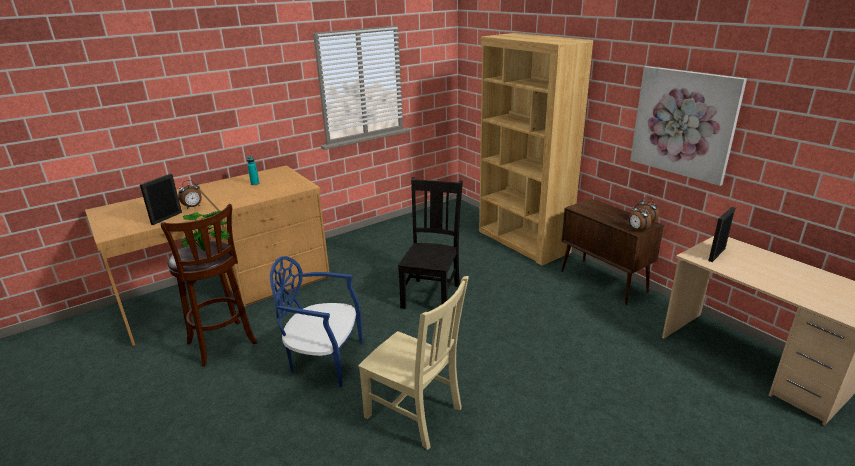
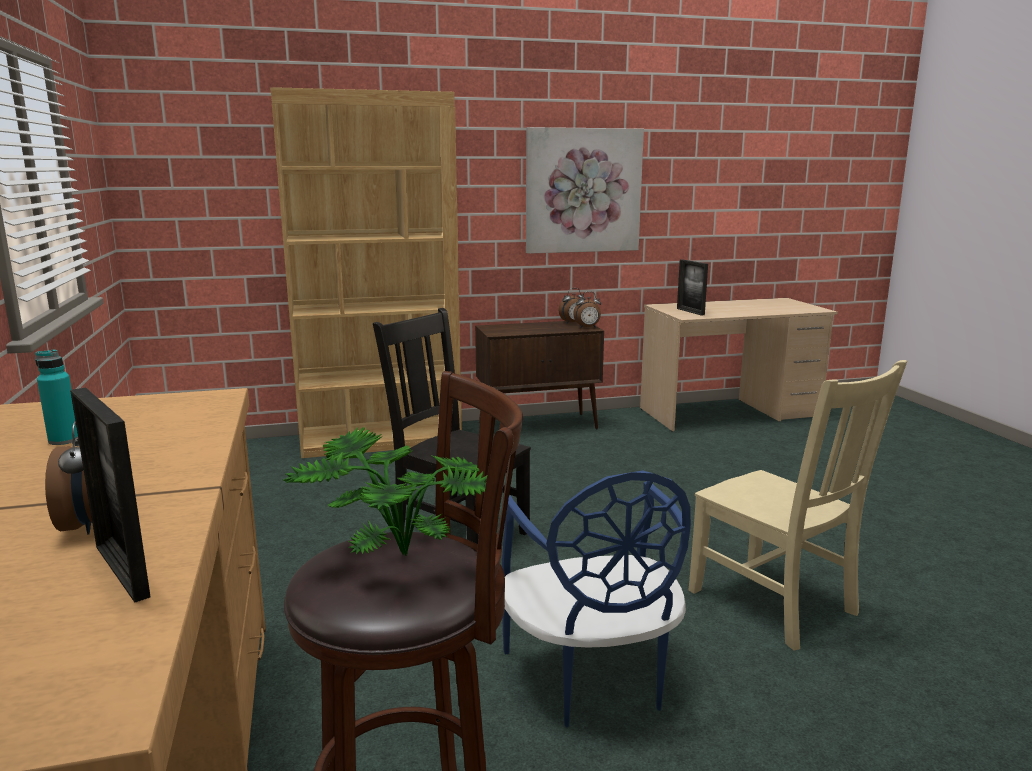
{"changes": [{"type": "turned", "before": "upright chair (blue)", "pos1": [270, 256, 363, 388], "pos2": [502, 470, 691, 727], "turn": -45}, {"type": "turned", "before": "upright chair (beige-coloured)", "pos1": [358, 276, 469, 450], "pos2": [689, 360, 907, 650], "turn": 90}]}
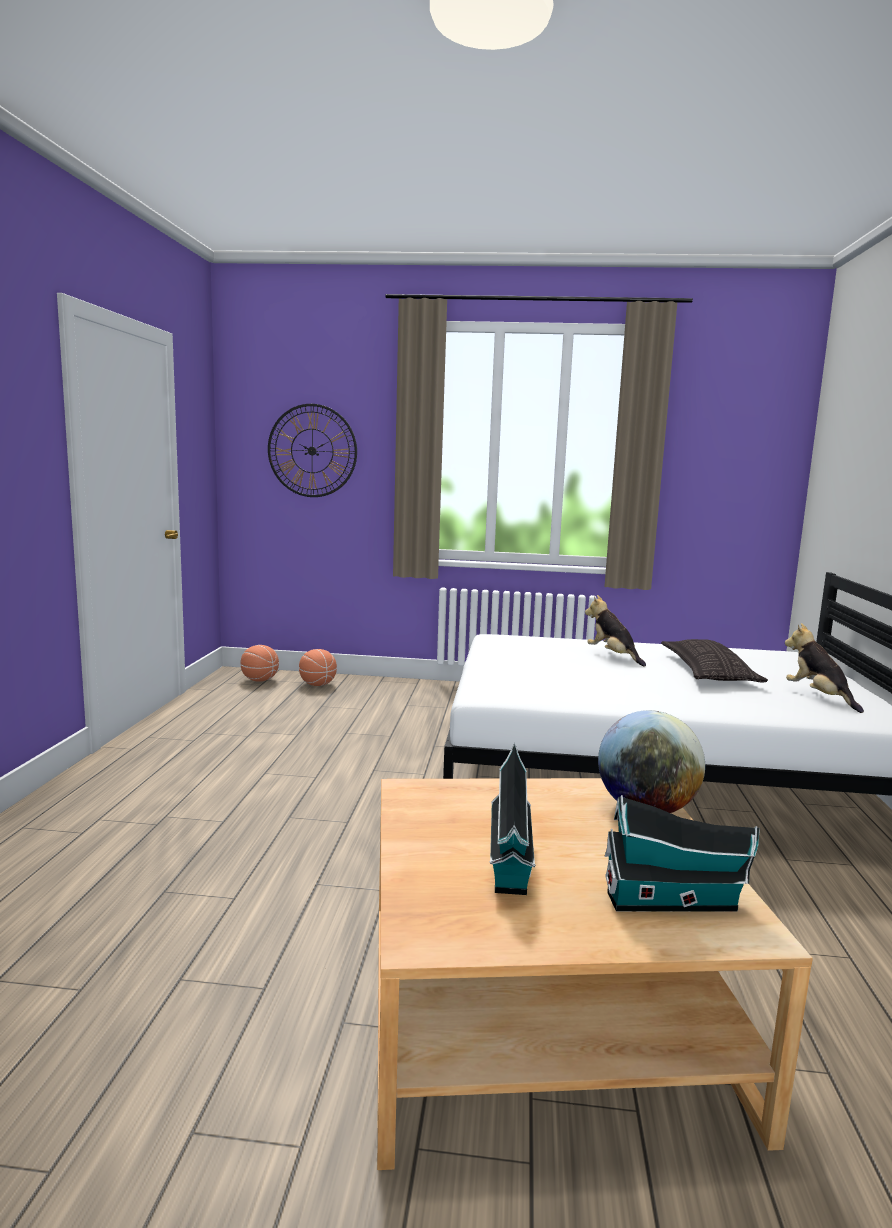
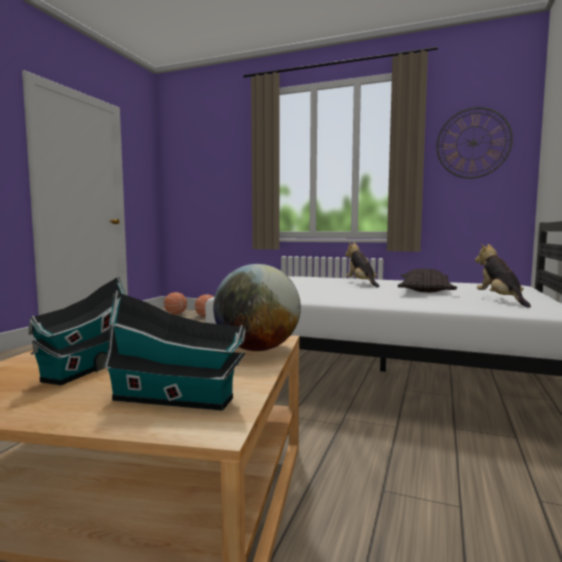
{"changes": [{"type": "moved", "before": "wall clock", "pos1": [268, 404, 357, 497], "pos2": [437, 107, 513, 179]}]}
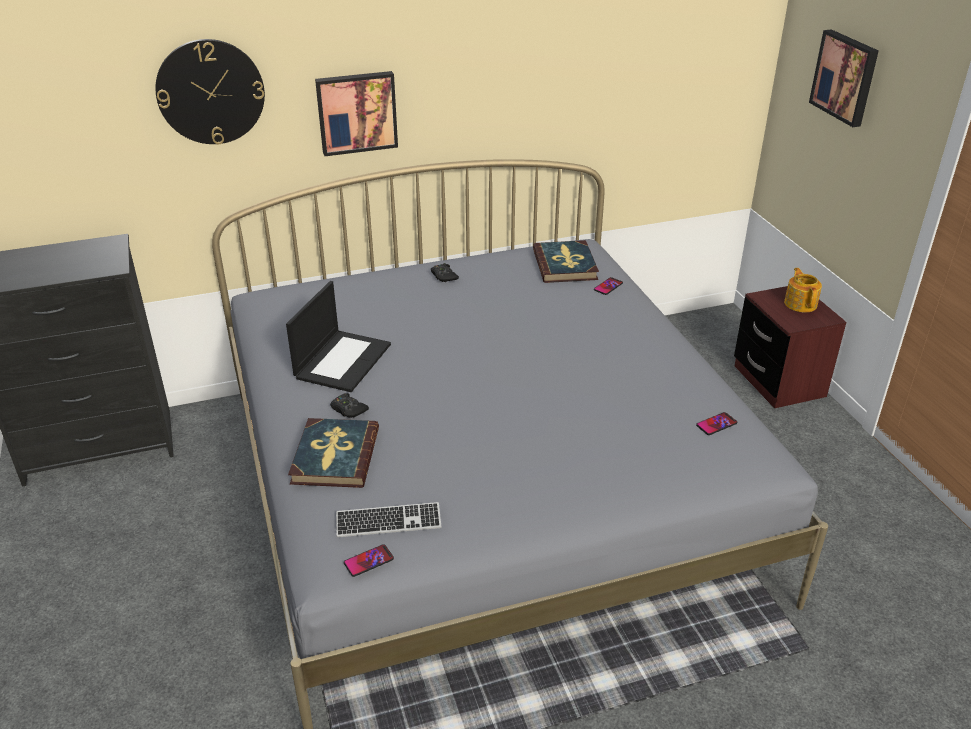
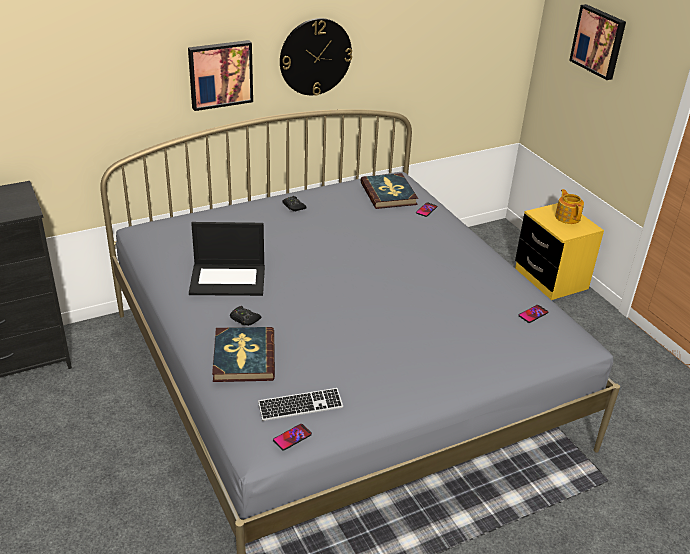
{"changes": [{"type": "moved", "before": "wall clock", "pos1": [155, 39, 265, 144], "pos2": [280, 18, 352, 95]}, {"type": "turned", "before": "portable computer", "pos1": [286, 281, 391, 392], "pos2": [189, 222, 265, 296], "turn": 75}, {"type": "recoloured", "before": "night table (brown)", "after": "night table (yellowish)", "pos1": [734, 286, 846, 408], "pos2": [515, 203, 604, 300]}]}
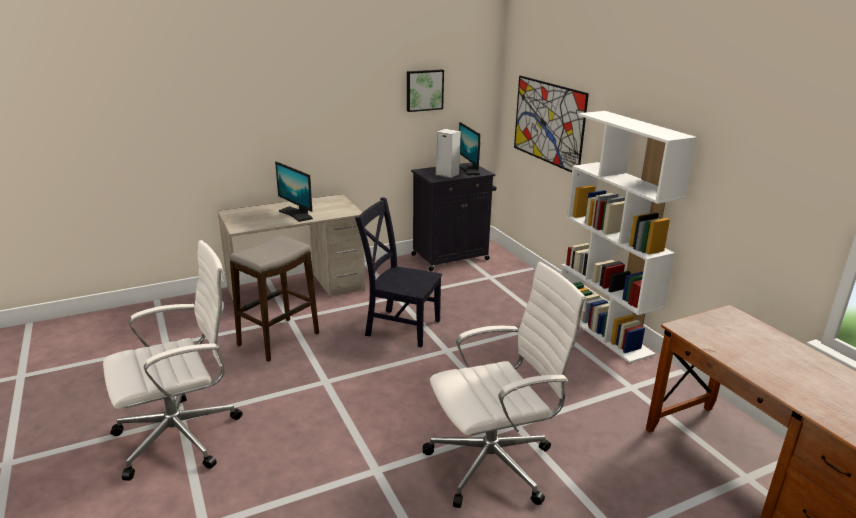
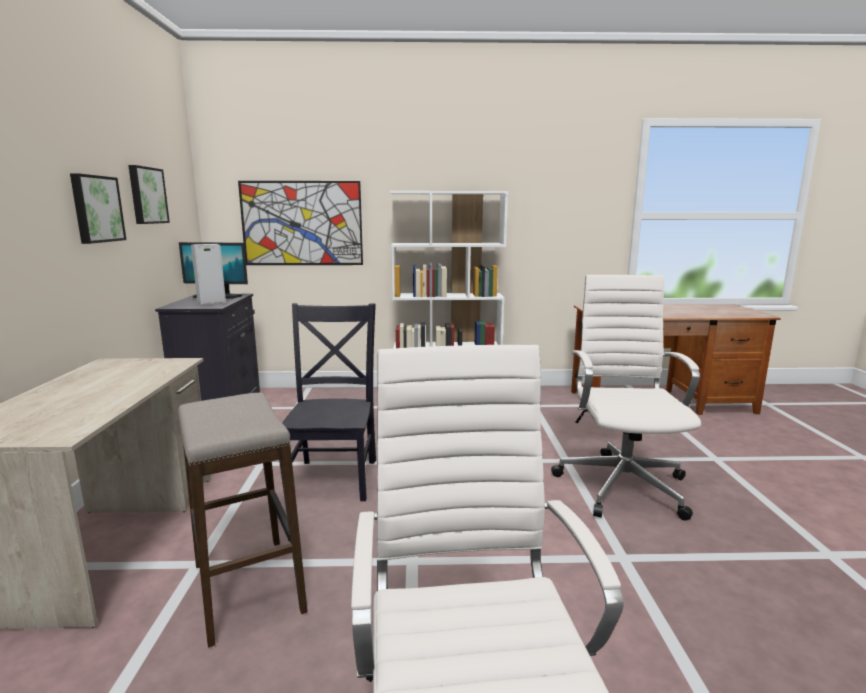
{"changes": [{"type": "removed", "before": "computer display", "pos1": [275, 161, 313, 222]}, {"type": "turned", "before": "upright chair (black-coloured)", "pos1": [355, 197, 442, 347], "pos2": [282, 303, 376, 501], "turn": 135}, {"type": "added", "after": "wall art", "pos2": [70, 173, 126, 244]}]}
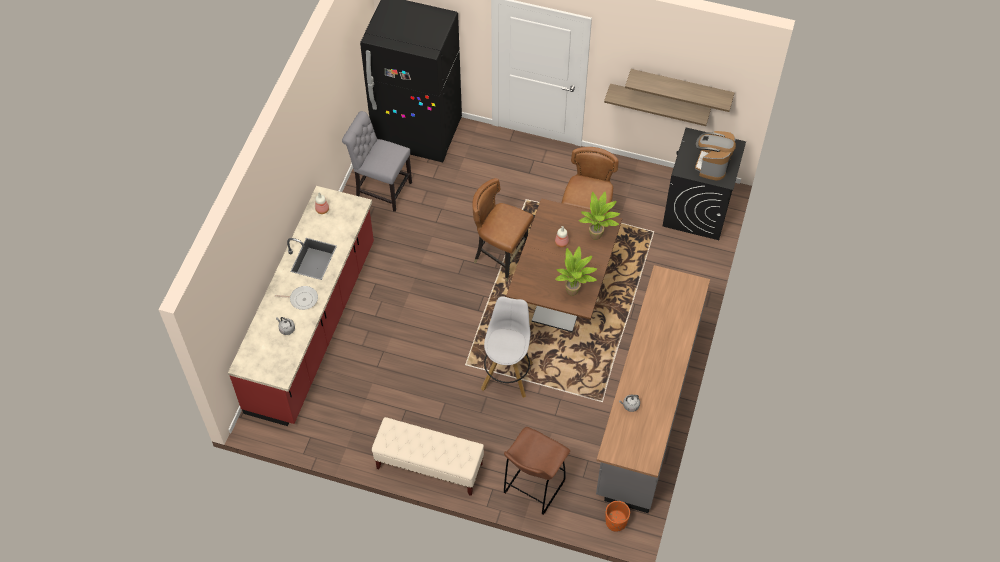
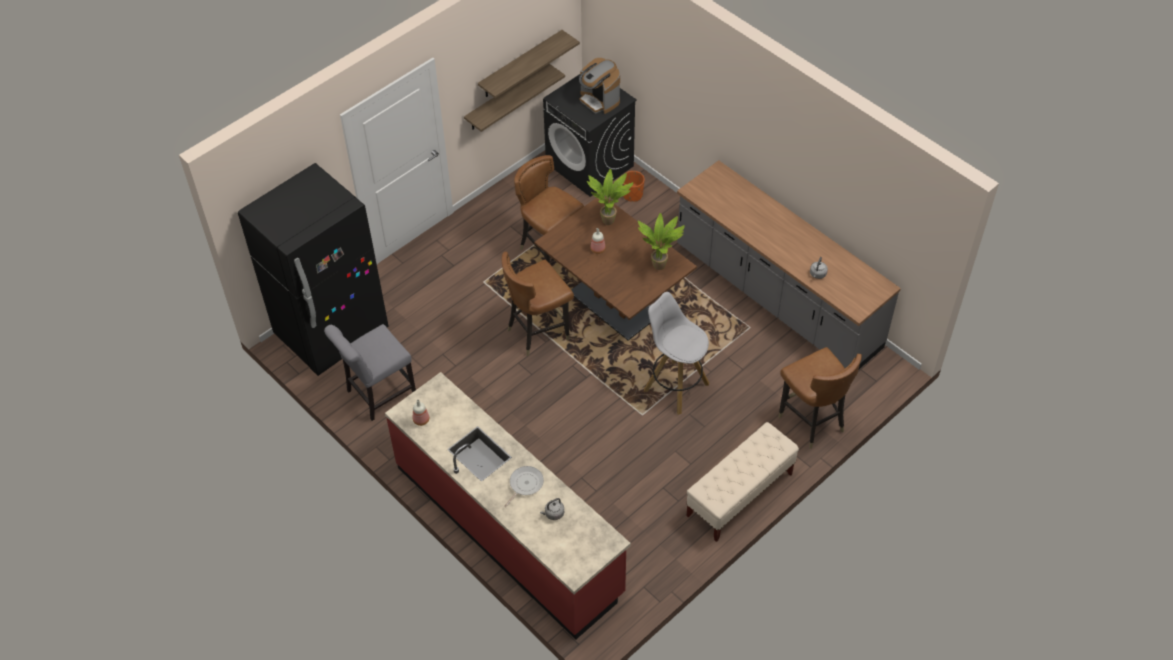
{"changes": [{"type": "replaced", "before": "stool seat (brown)", "after": "upright chair (brown)", "pos1": [504, 427, 570, 515], "pos2": [778, 347, 862, 449]}, {"type": "moved", "before": "flower pot (orange-coloured)", "pos1": [605, 501, 630, 531], "pos2": [623, 171, 645, 202]}]}
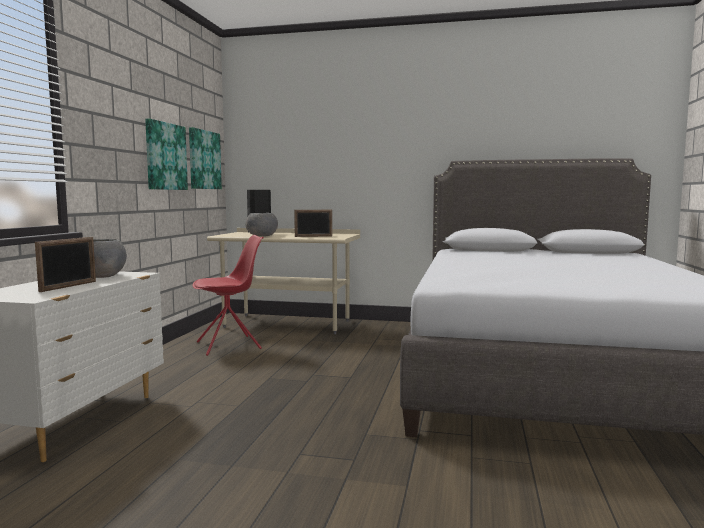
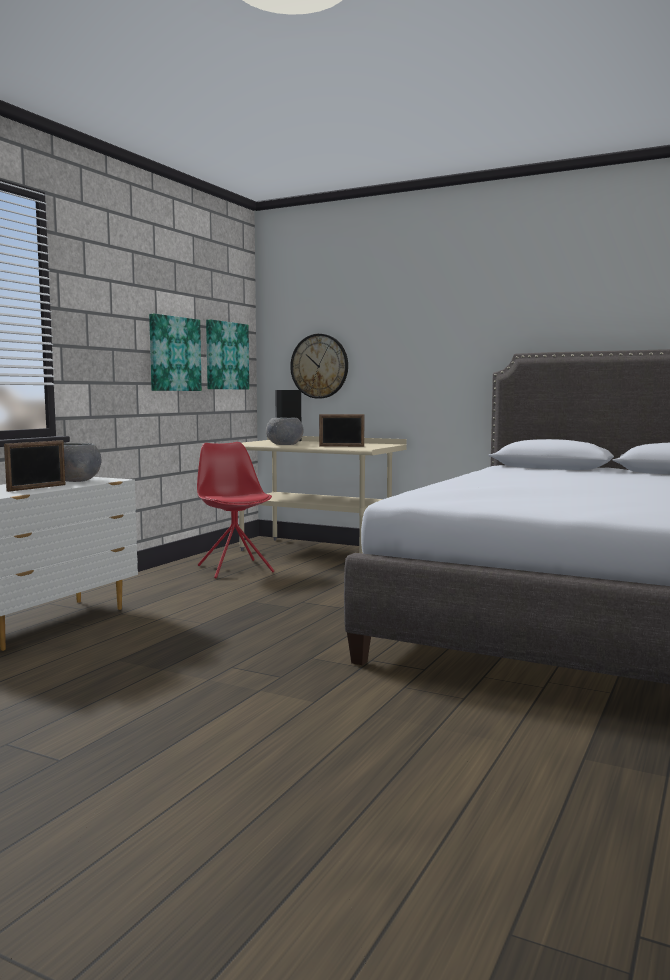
{"changes": [{"type": "turned", "before": "upright chair (red-coloured)", "pos1": [193, 235, 264, 356], "pos2": [197, 442, 274, 578], "turn": -105}, {"type": "added", "after": "wall clock", "pos2": [290, 334, 348, 399]}]}
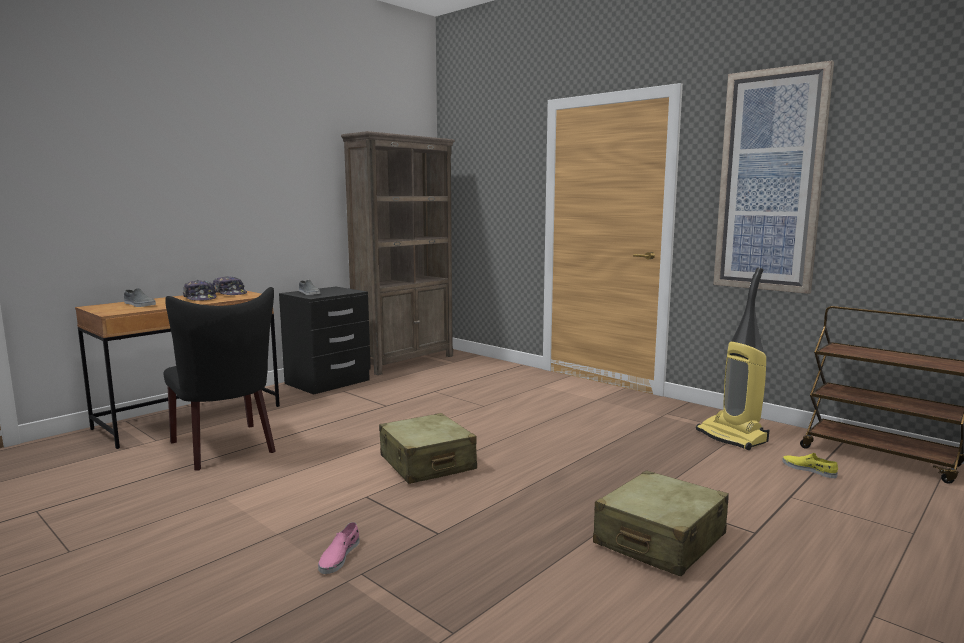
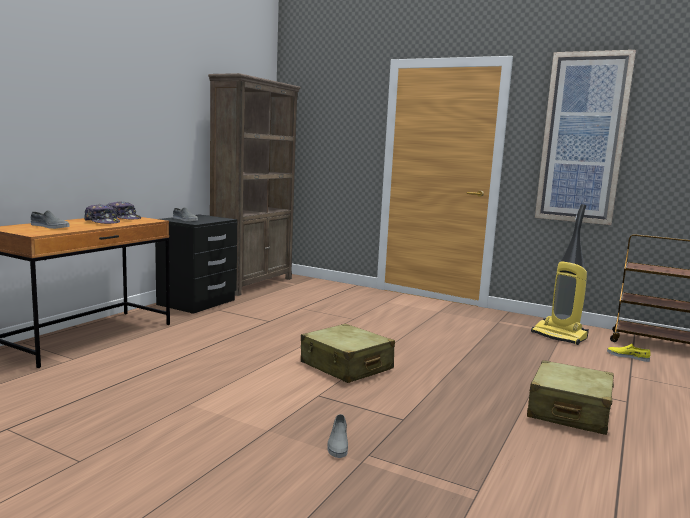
{"changes": [{"type": "removed", "before": "upright chair (black-coloured)", "pos1": [164, 287, 276, 471]}, {"type": "recoloured", "before": "shoe (pink-coloured)", "after": "shoe (grey)", "pos1": [318, 522, 359, 574], "pos2": [327, 414, 348, 458]}]}
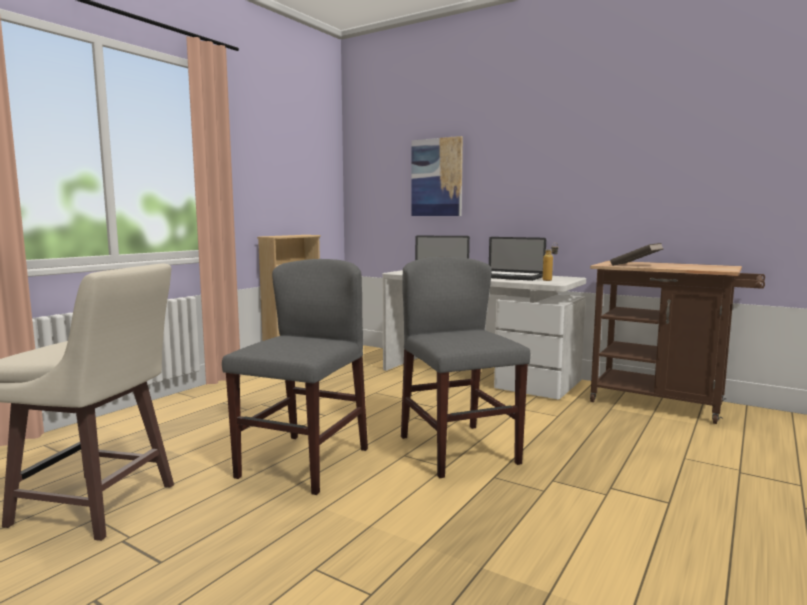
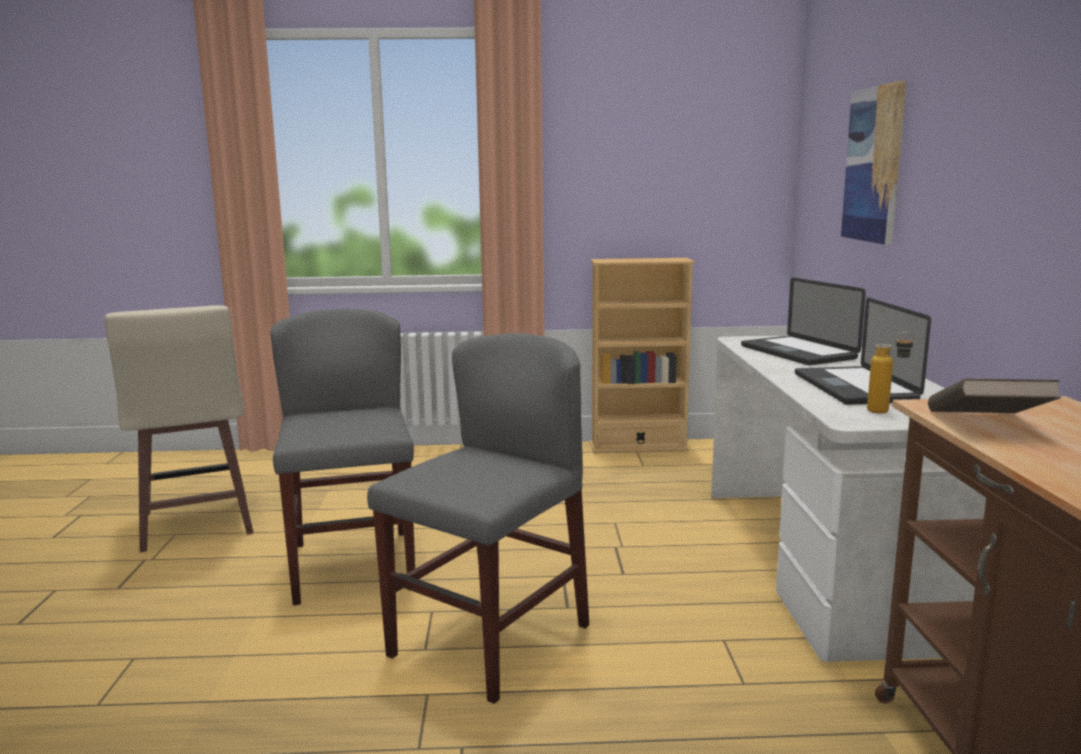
{"changes": [{"type": "turned", "before": "upright chair (grey)", "pos1": [222, 259, 368, 495], "pos2": [270, 309, 415, 606], "turn": -90}]}
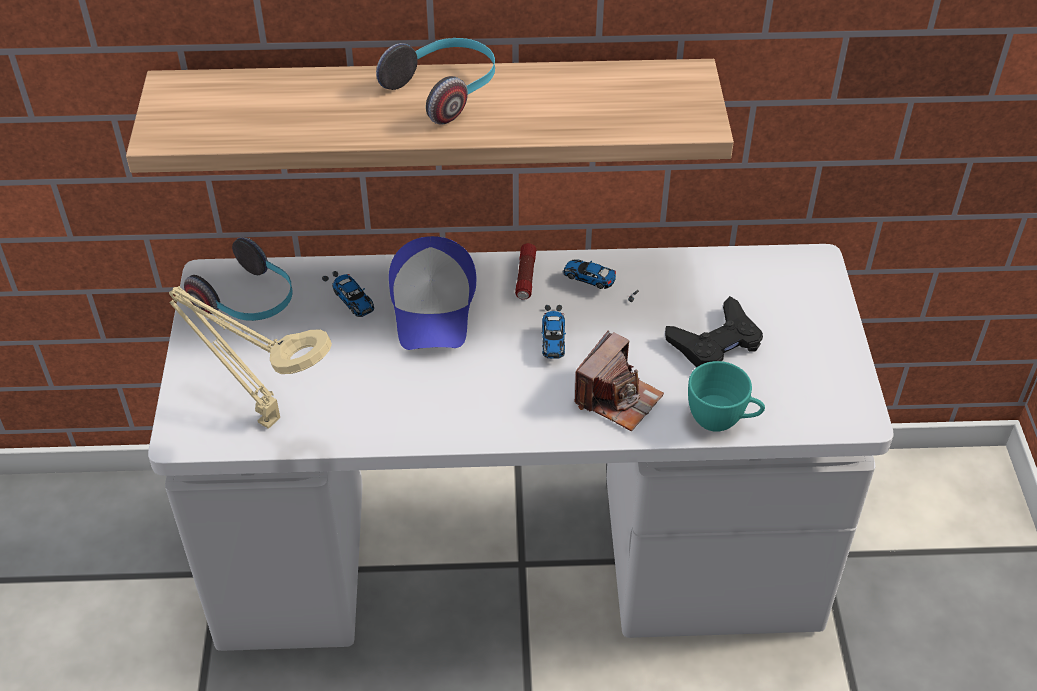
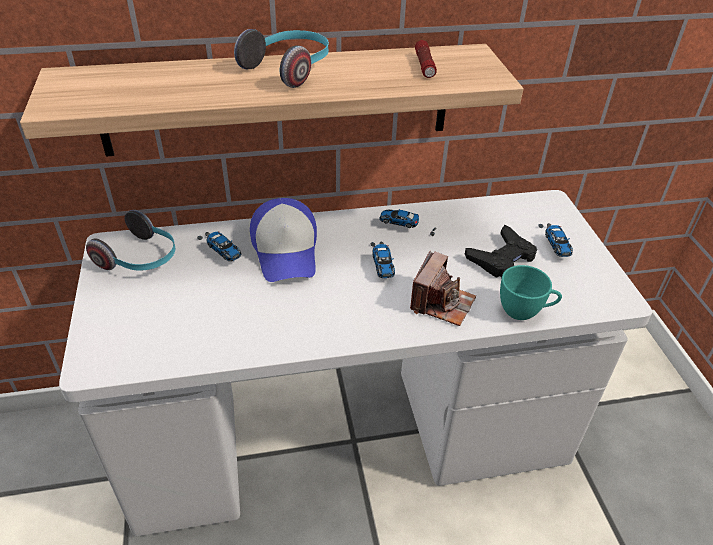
{"changes": [{"type": "removed", "before": "table lamp (beige-coloured)", "pos1": [169, 286, 332, 429]}, {"type": "moved", "before": "hand torch", "pos1": [515, 243, 536, 300], "pos2": [415, 40, 437, 78]}, {"type": "added", "after": "miniature car", "pos2": [538, 223, 573, 257]}]}
